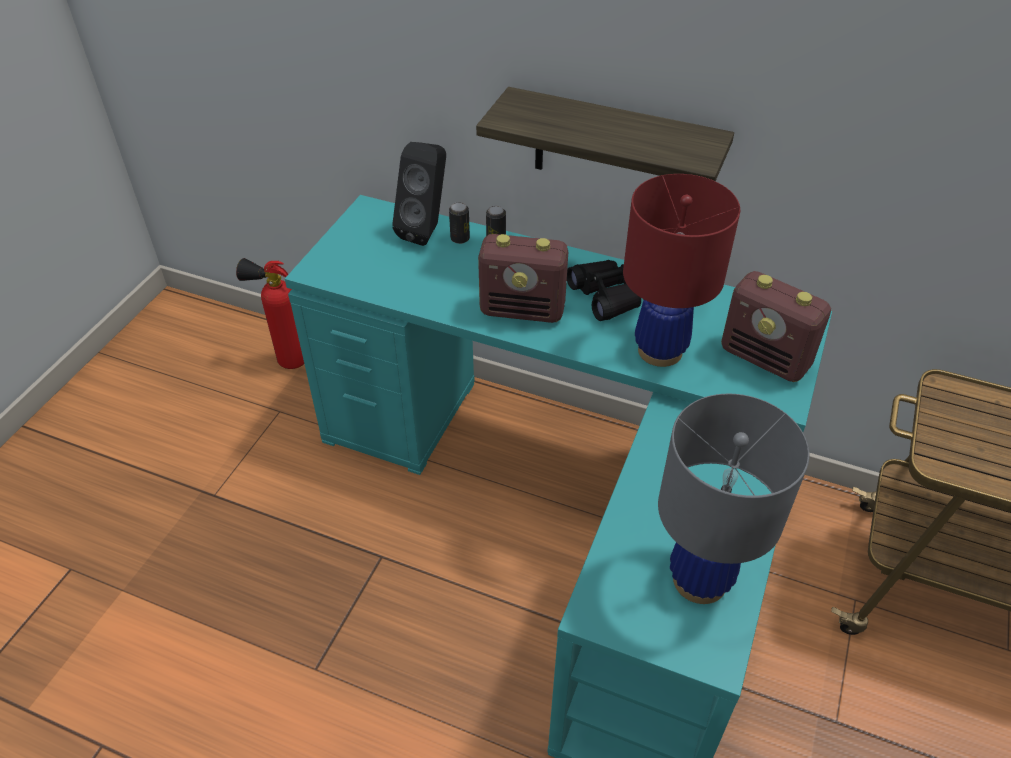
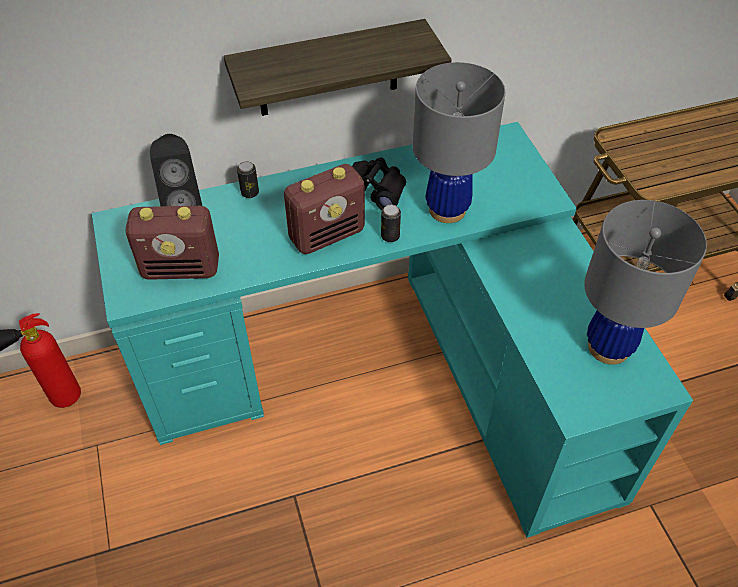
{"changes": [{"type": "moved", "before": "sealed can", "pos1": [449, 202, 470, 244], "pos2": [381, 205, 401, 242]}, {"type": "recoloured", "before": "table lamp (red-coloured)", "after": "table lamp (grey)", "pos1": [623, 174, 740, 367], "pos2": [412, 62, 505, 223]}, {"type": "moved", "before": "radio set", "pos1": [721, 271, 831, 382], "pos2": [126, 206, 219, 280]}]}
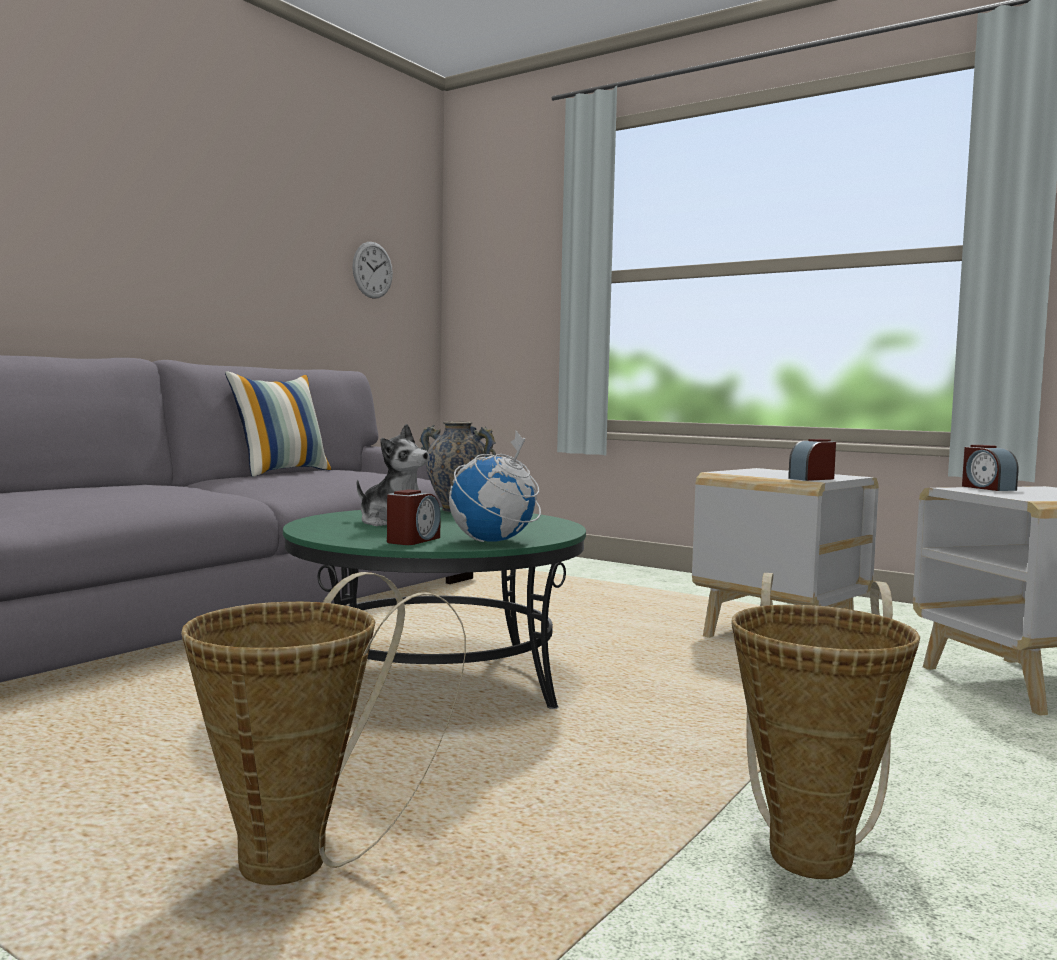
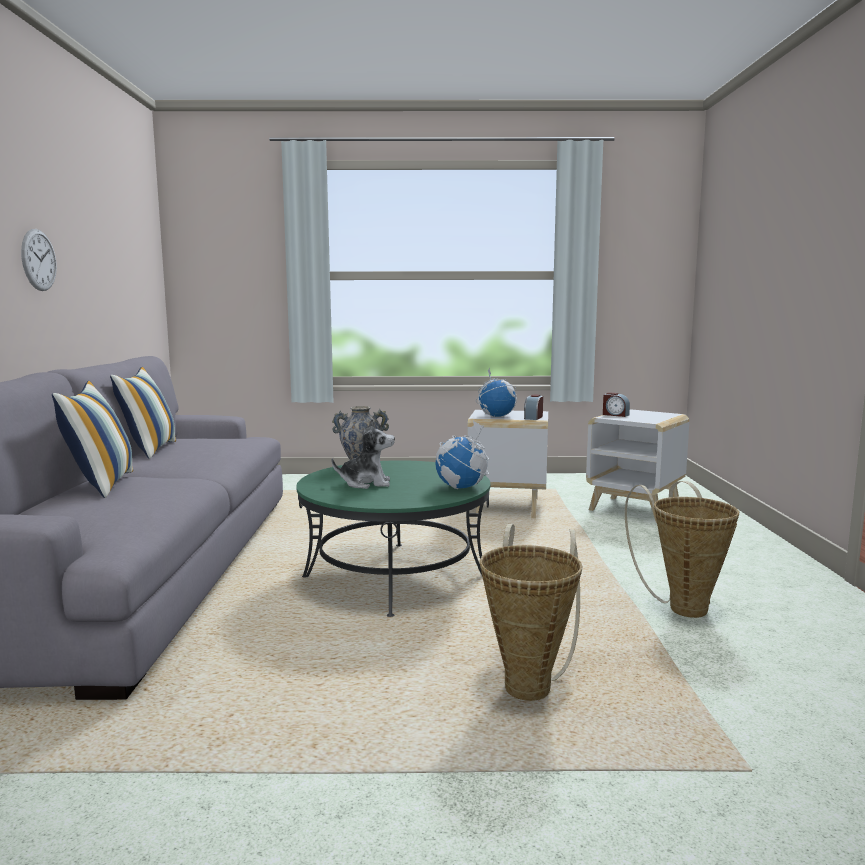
{"changes": [{"type": "moved", "before": "wall clock", "pos1": [352, 242, 393, 299], "pos2": [21, 229, 57, 291]}, {"type": "removed", "before": "bedside clock", "pos1": [387, 489, 441, 545]}, {"type": "added", "after": "cushion", "pos2": [52, 381, 133, 498]}, {"type": "added", "after": "desk globe", "pos2": [476, 367, 517, 417]}]}
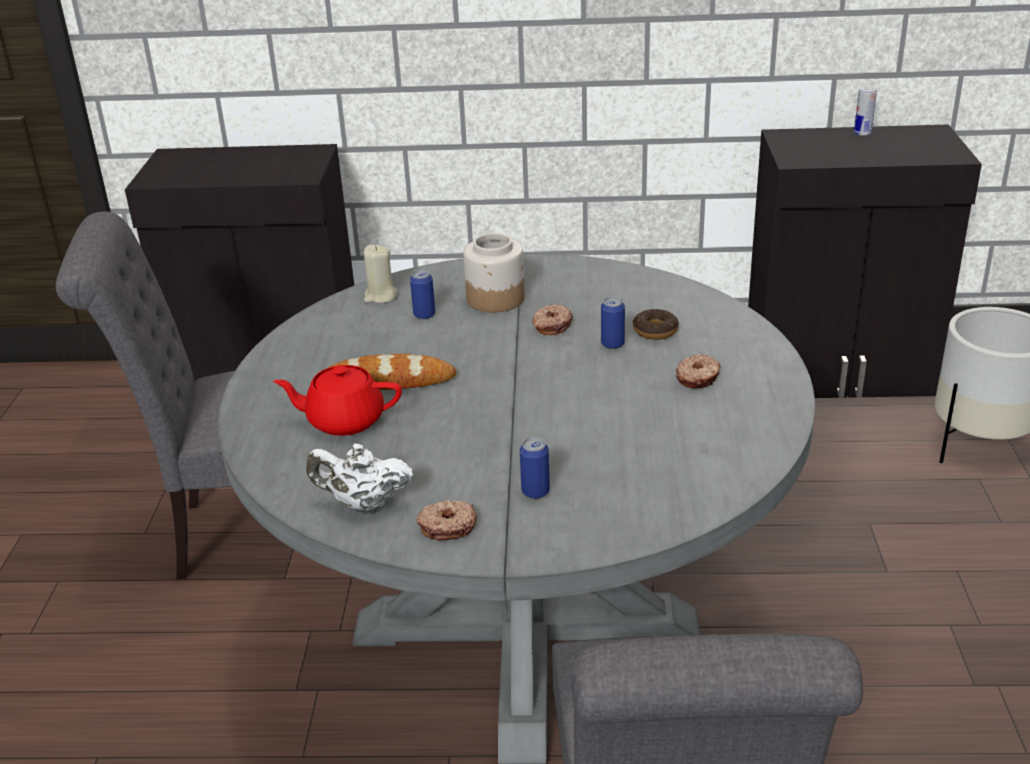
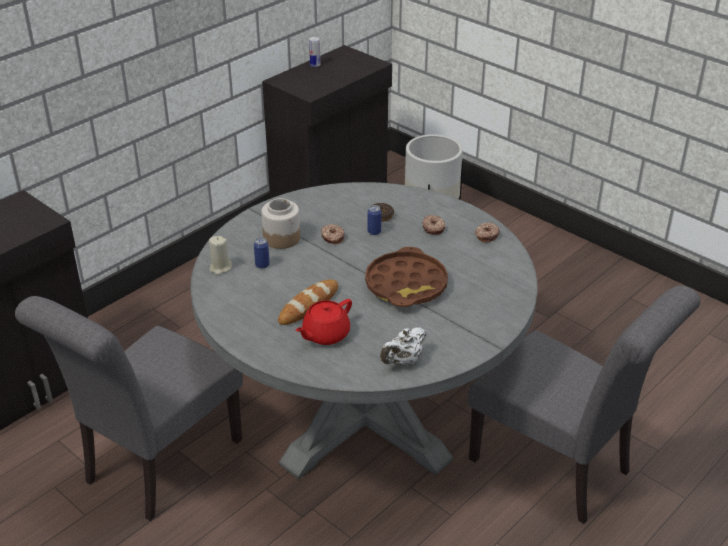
{"changes": [{"type": "moved", "before": "ring doughnut", "pos1": [417, 500, 476, 540], "pos2": [475, 222, 500, 242]}, {"type": "removed", "before": "sealed can", "pos1": [520, 437, 550, 499]}, {"type": "added", "after": "carrying tray (brown)", "pos2": [365, 247, 448, 307]}]}
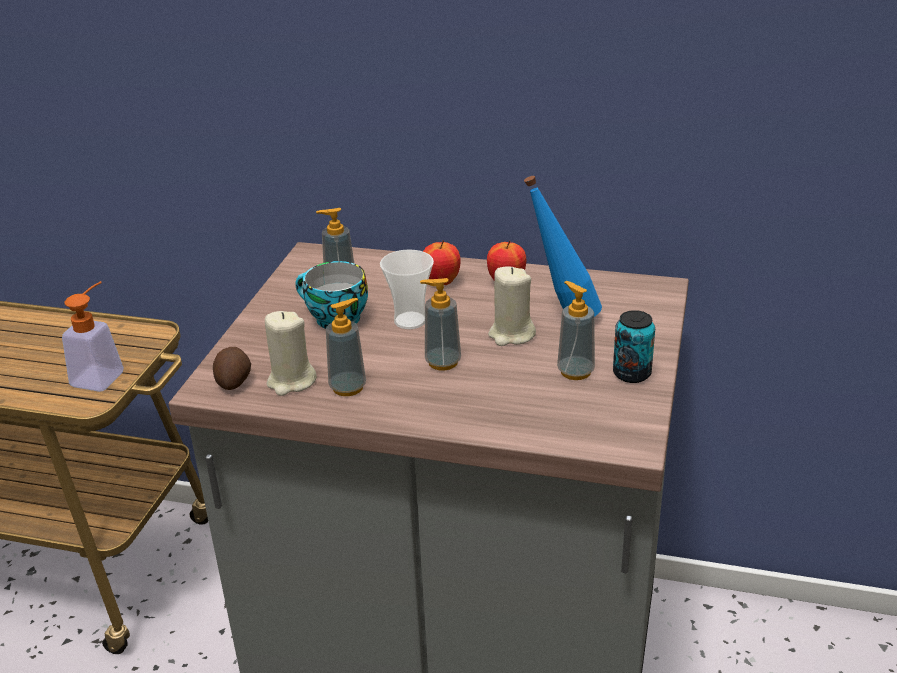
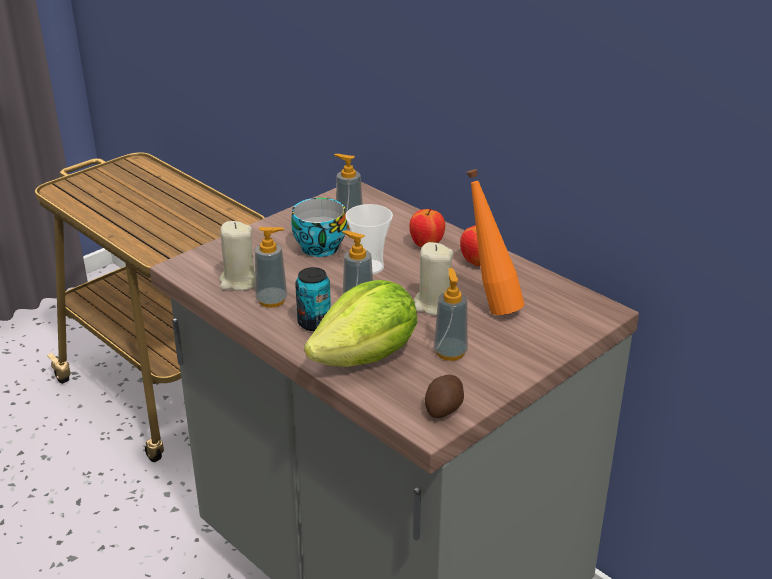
{"changes": [{"type": "removed", "before": "soap dispenser", "pos1": [62, 281, 124, 392]}, {"type": "moved", "before": "spud", "pos1": [213, 347, 251, 390], "pos2": [425, 375, 464, 418]}, {"type": "recoloured", "before": "drink bottle (blue)", "after": "drink bottle (orange-coloured)", "pos1": [524, 176, 602, 317], "pos2": [466, 169, 525, 315]}, {"type": "moved", "before": "sealed can", "pos1": [613, 310, 655, 383], "pos2": [295, 267, 331, 331]}, {"type": "added", "after": "head of lettuce", "pos2": [304, 280, 417, 367]}]}
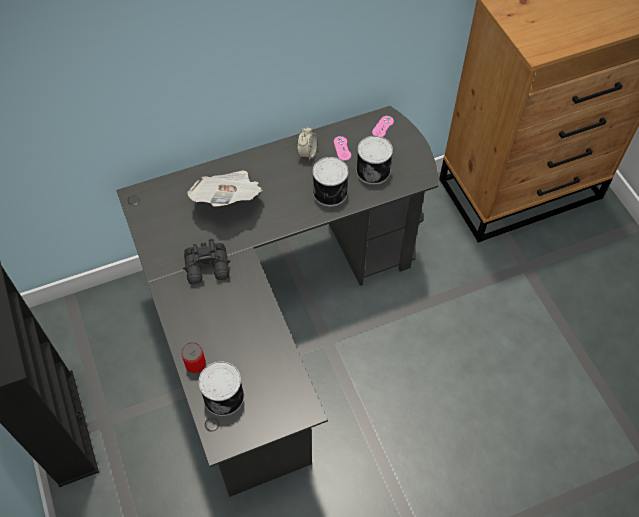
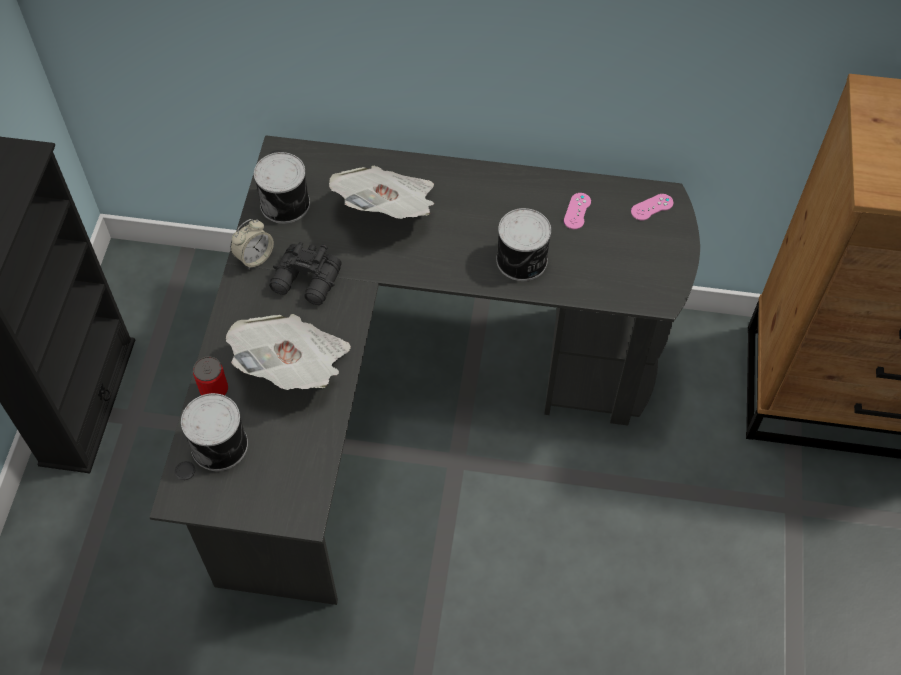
{"changes": [{"type": "moved", "before": "bedside clock", "pos1": [297, 126, 317, 161], "pos2": [230, 219, 274, 269]}, {"type": "moved", "before": "sealed can", "pos1": [356, 136, 393, 185], "pos2": [254, 152, 310, 224]}, {"type": "added", "after": "daily paper", "pos2": [226, 314, 351, 390]}]}
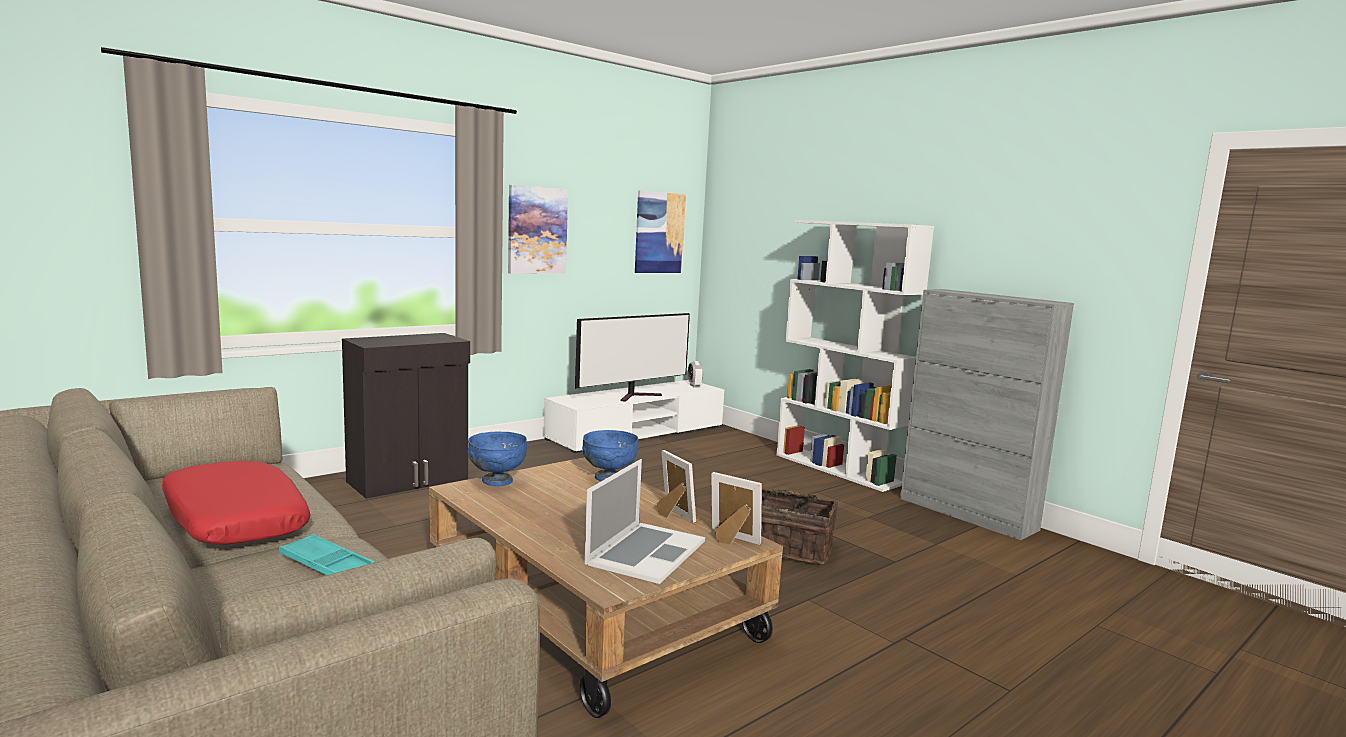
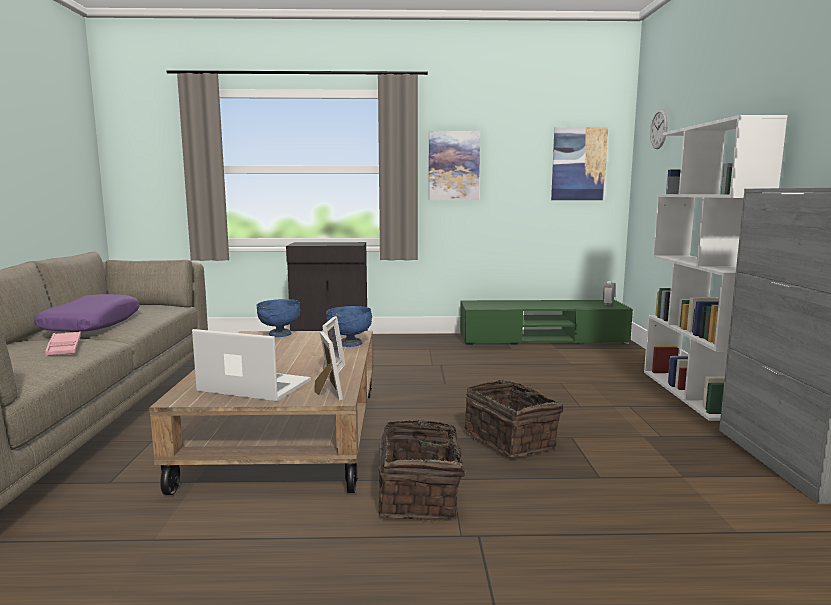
{"changes": [{"type": "recoloured", "before": "cushion (red-coloured)", "after": "cushion (purplish)", "pos1": [162, 461, 311, 545], "pos2": [34, 294, 140, 332]}, {"type": "recoloured", "before": "carrying tray (blue-green)", "after": "carrying tray (pink-coloured)", "pos1": [279, 534, 375, 575], "pos2": [45, 332, 81, 356]}, {"type": "recoloured", "before": "tv unit (whitish)", "after": "tv unit (green)", "pos1": [544, 380, 724, 453], "pos2": [460, 300, 633, 345]}, {"type": "removed", "before": "TV", "pos1": [575, 313, 690, 402]}, {"type": "turned", "before": "portable computer", "pos1": [584, 459, 705, 584], "pos2": [192, 329, 311, 401], "turn": -135}, {"type": "added", "after": "basket", "pos2": [378, 420, 475, 521]}, {"type": "added", "after": "wall clock", "pos2": [650, 109, 668, 149]}]}
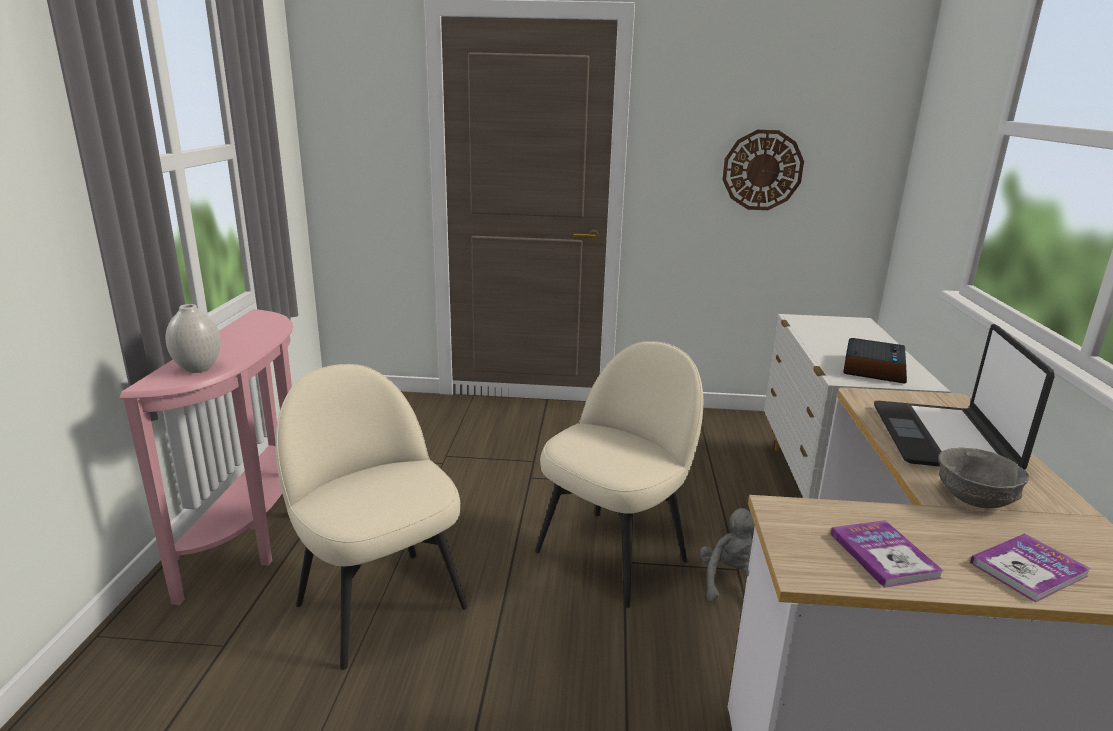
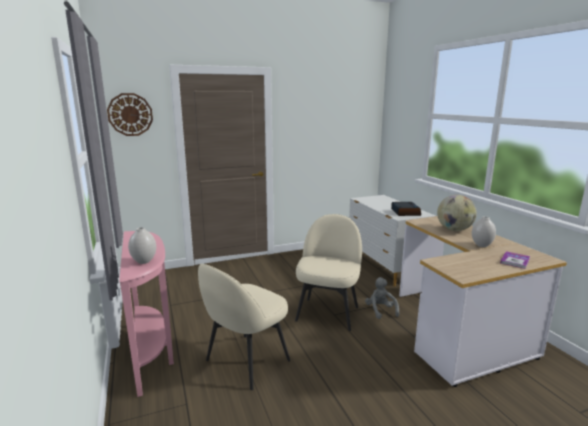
{"changes": [{"type": "turned", "before": "upright chair (beige-coloured)", "pos1": [275, 364, 468, 670], "pos2": [198, 263, 290, 390], "turn": -75}, {"type": "moved", "before": "wall clock", "pos1": [722, 130, 804, 210], "pos2": [107, 93, 153, 136]}, {"type": "removed", "before": "volume", "pos1": [830, 520, 944, 588]}, {"type": "replaced", "before": "portable computer", "after": "desk globe", "pos1": [874, 324, 1054, 470], "pos2": [437, 195, 477, 231]}, {"type": "replaced", "before": "bowl (grey)", "after": "vase (whitish)", "pos1": [938, 448, 1029, 508], "pos2": [472, 216, 496, 247]}]}
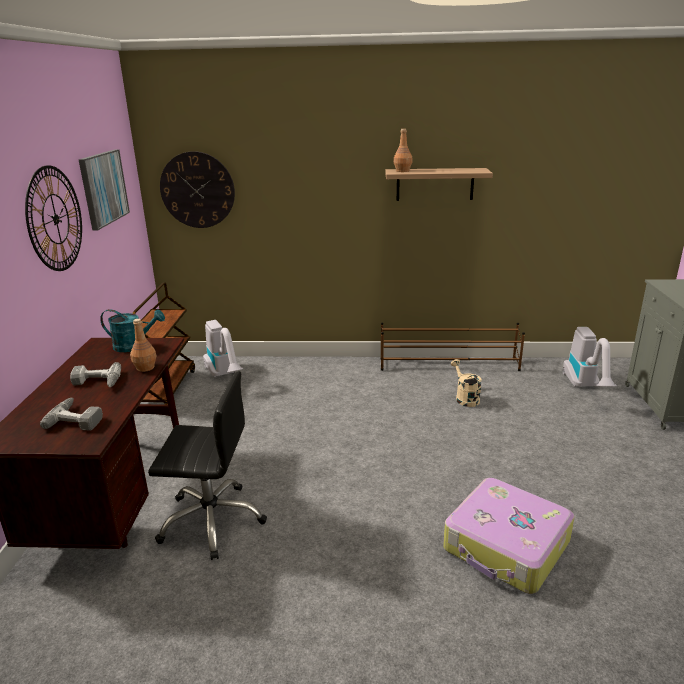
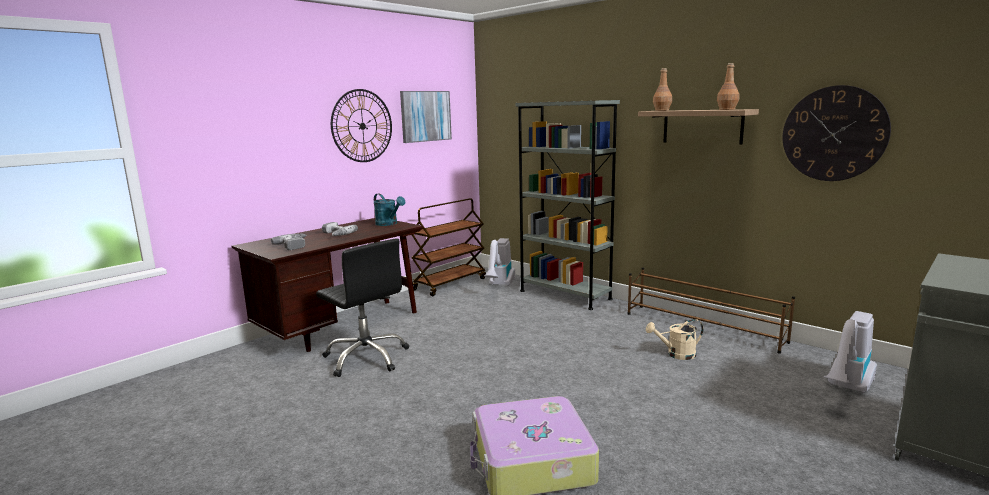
{"changes": [{"type": "moved", "before": "drink bottle (brown)", "pos1": [130, 319, 157, 372], "pos2": [717, 63, 739, 110]}, {"type": "moved", "before": "wall clock", "pos1": [160, 151, 235, 228], "pos2": [783, 85, 891, 181]}, {"type": "turned", "before": "watering pot (beige-coloured)", "pos1": [451, 359, 482, 407], "pos2": [646, 319, 703, 360], "turn": -120}, {"type": "added", "after": "bookshelf (grey)", "pos2": [516, 100, 620, 310]}]}
